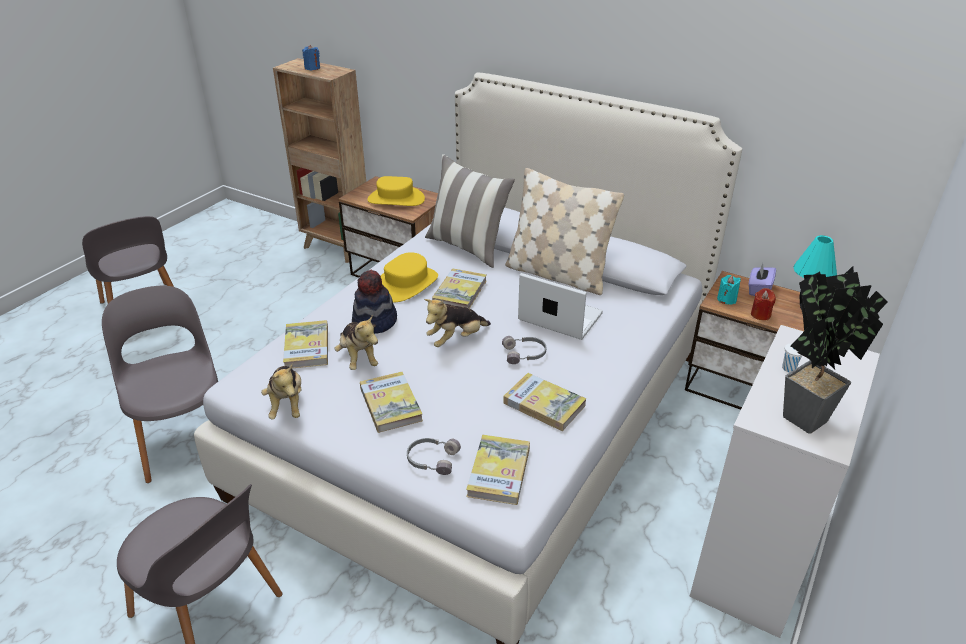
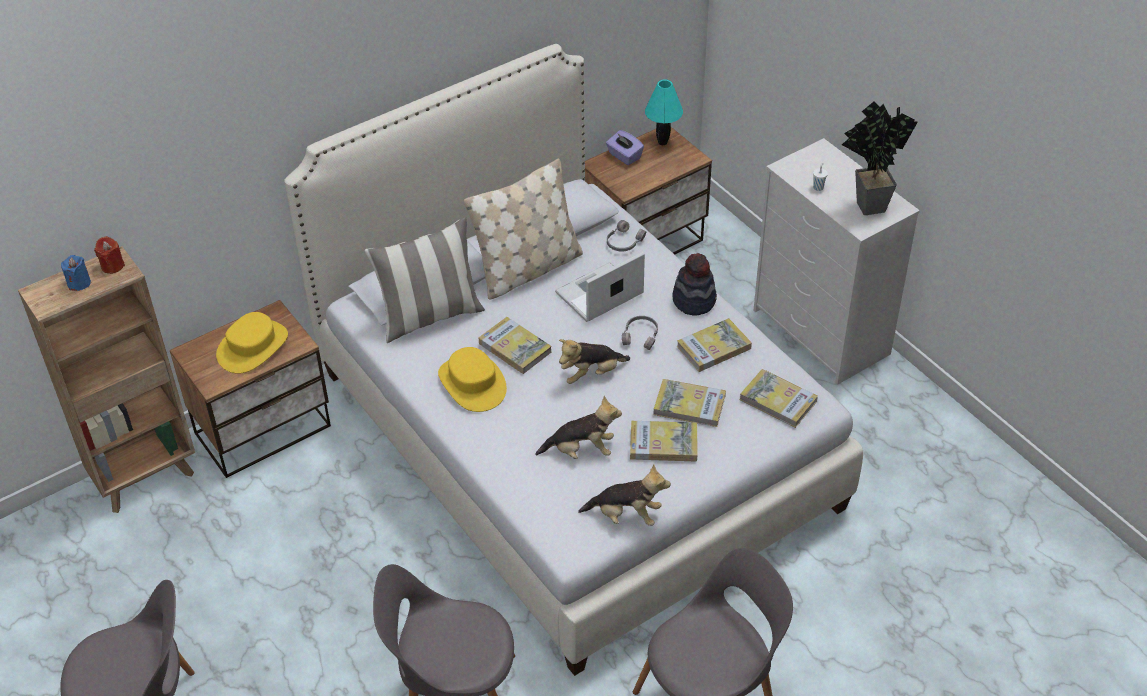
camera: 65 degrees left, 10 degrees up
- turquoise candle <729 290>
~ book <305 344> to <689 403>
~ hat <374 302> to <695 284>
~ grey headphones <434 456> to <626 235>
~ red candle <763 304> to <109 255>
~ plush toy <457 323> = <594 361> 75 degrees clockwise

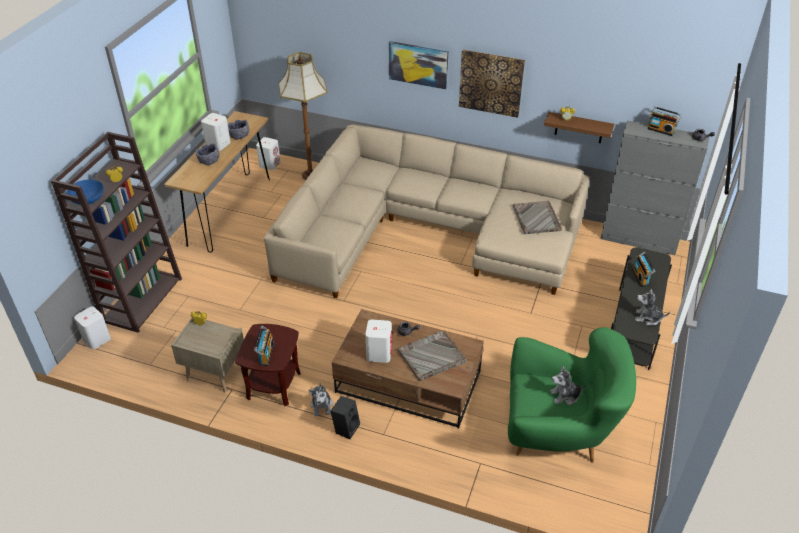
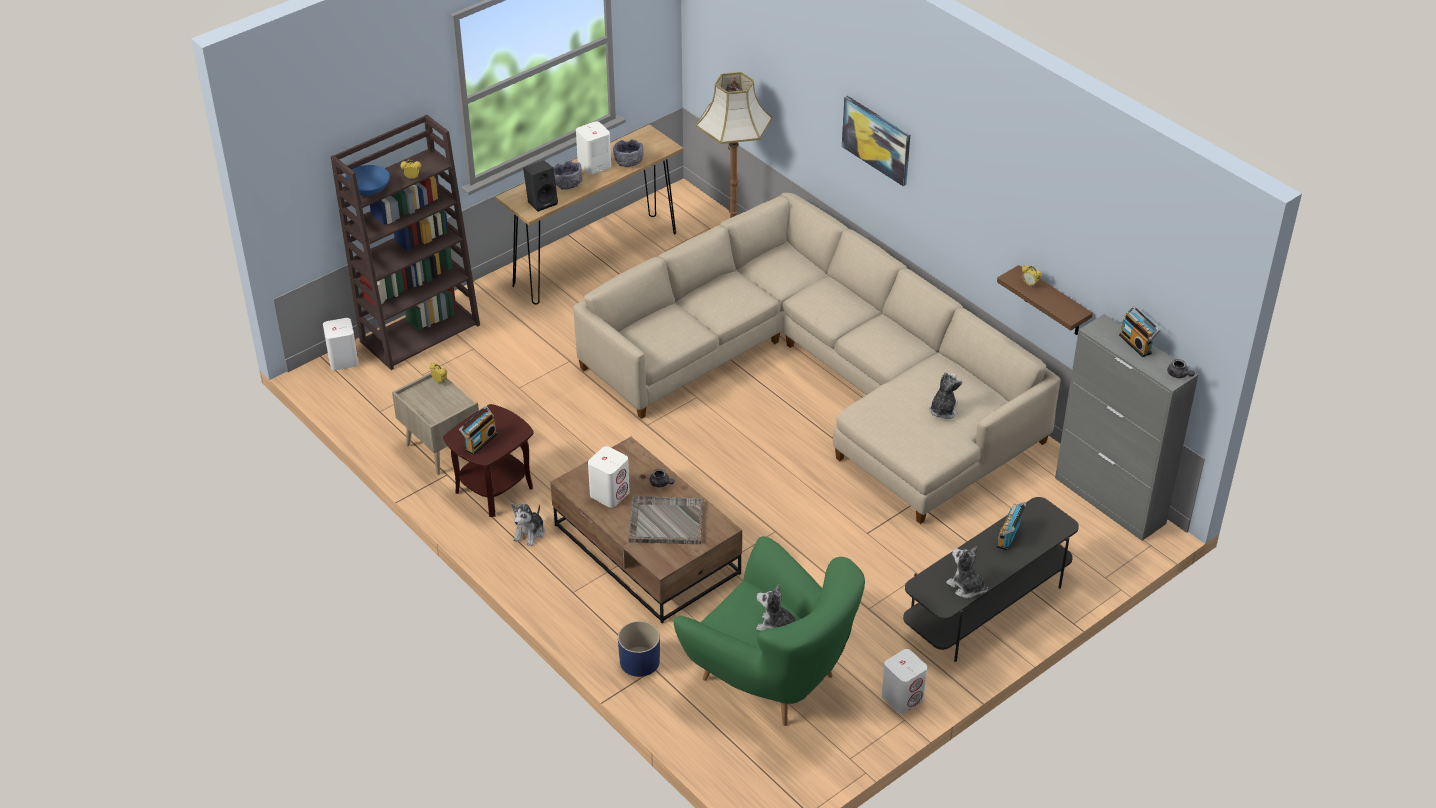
camera: 30 degrees right, 0 degrees up
- picture <492 84>
+ blue planter <639 649>
~ white speaker <268 153> to <904 681>
~ black speaker <345 417> to <540 186>
~ grey tray <537 217> to plush toy <945 395>

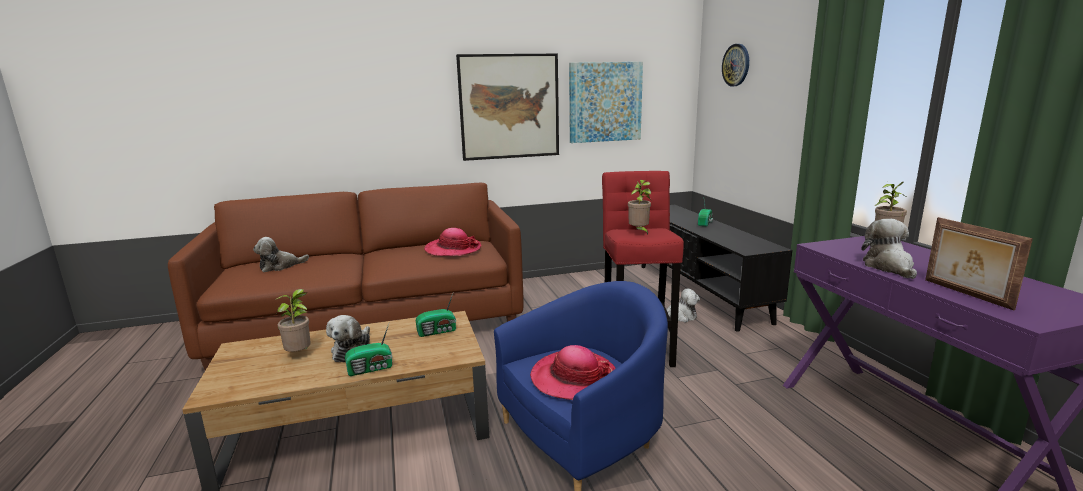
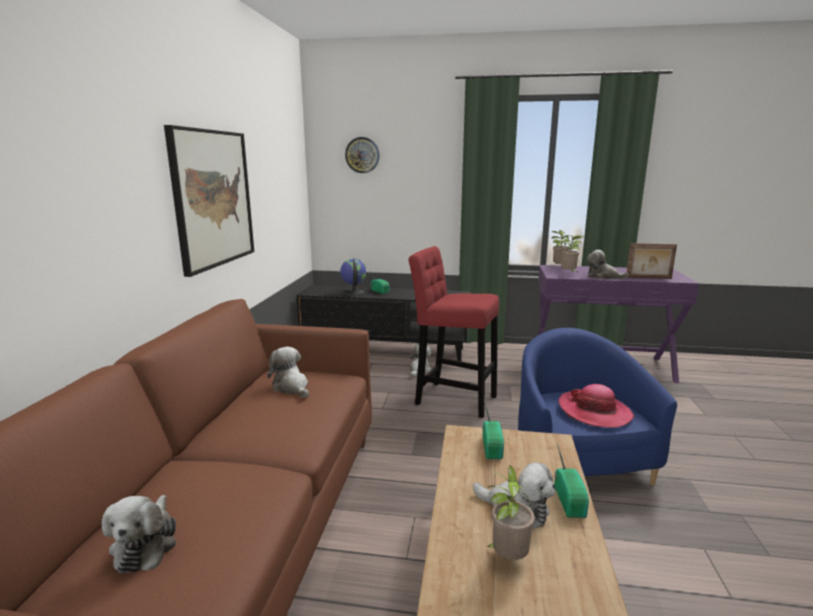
camera: 65 degrees left, 0 degrees up
- picture <606 102>
+ globe <353 276>
~ potted plant <639 207> to <572 253>
~ hat <452 242> to plush toy <288 372>

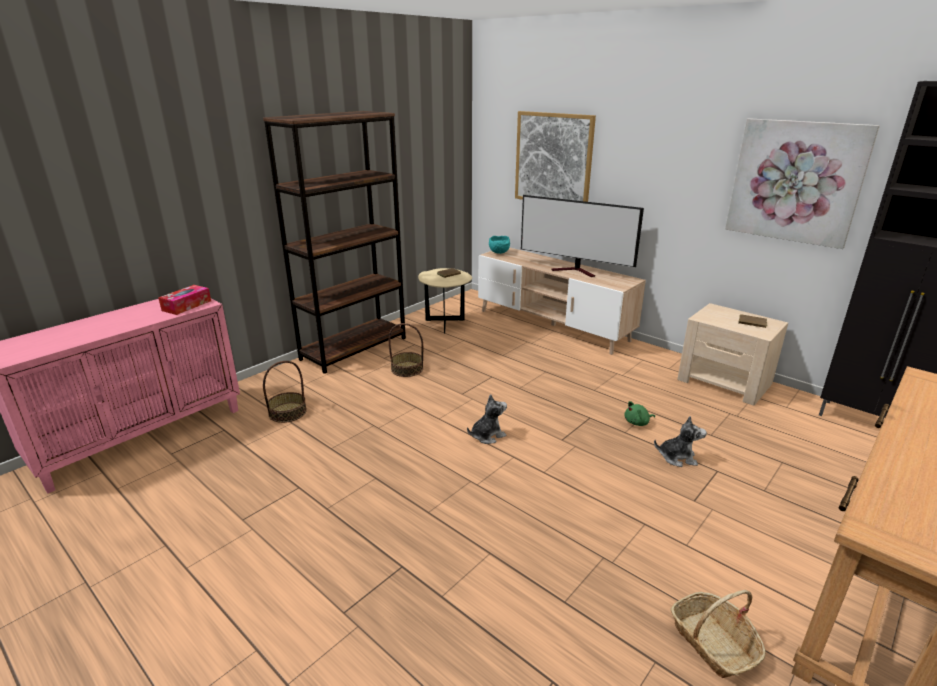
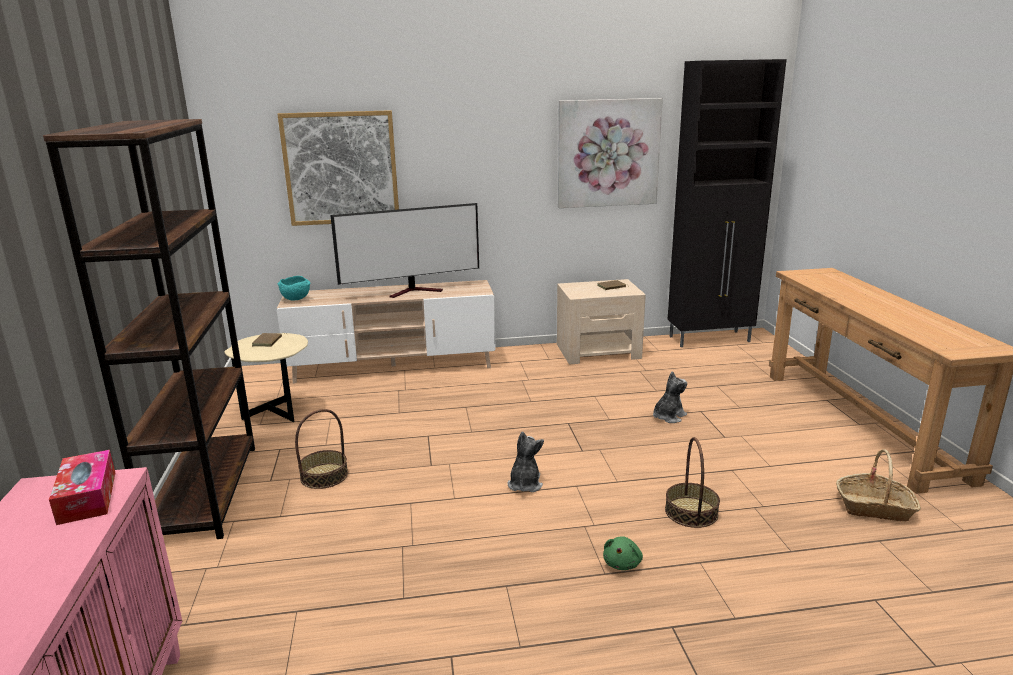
camera: 50 degrees left, 5 degrees down
~ basket <285 392> to <692 482>
~ green plush toy <639 413> to <623 553>

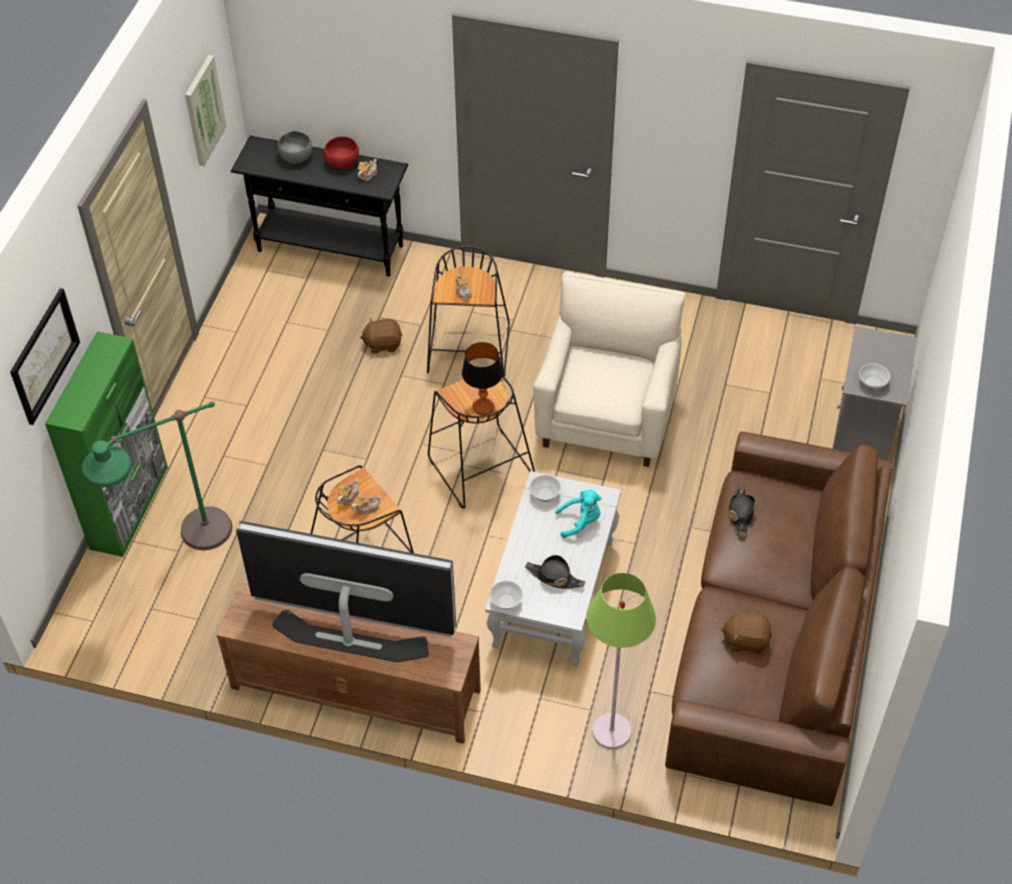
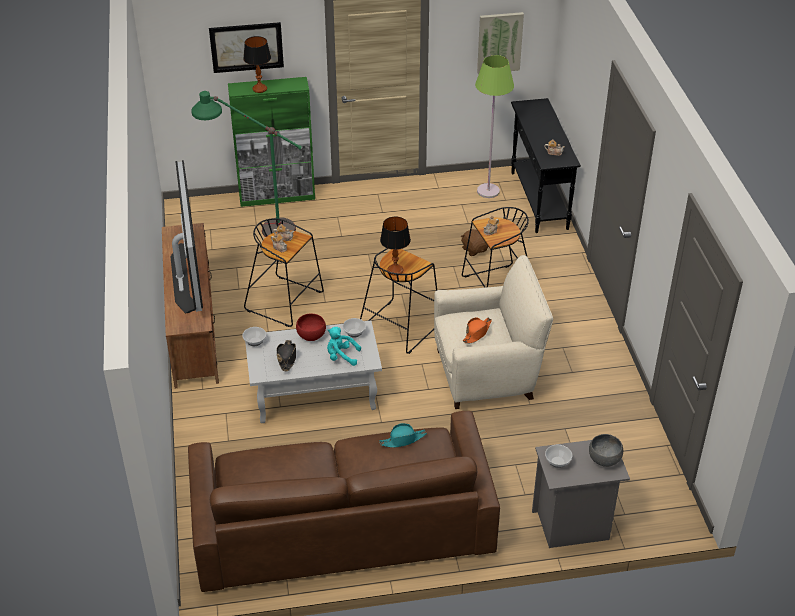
camera: 65 degrees right, 10 degrees down
- brown plush toy <746 631>
+ table lamp <257 64>
+ orange hat <477 330>
~ grey bowl <294 147> to <606 450>
~ red bowl <341 153> to <311 327>
~ green floor lamp <621 661> to <494 126>
~ black hat <742 511> to turquoise hat <403 435>
~ turquoise plush toy <578 513> = <344 346> 135 degrees clockwise

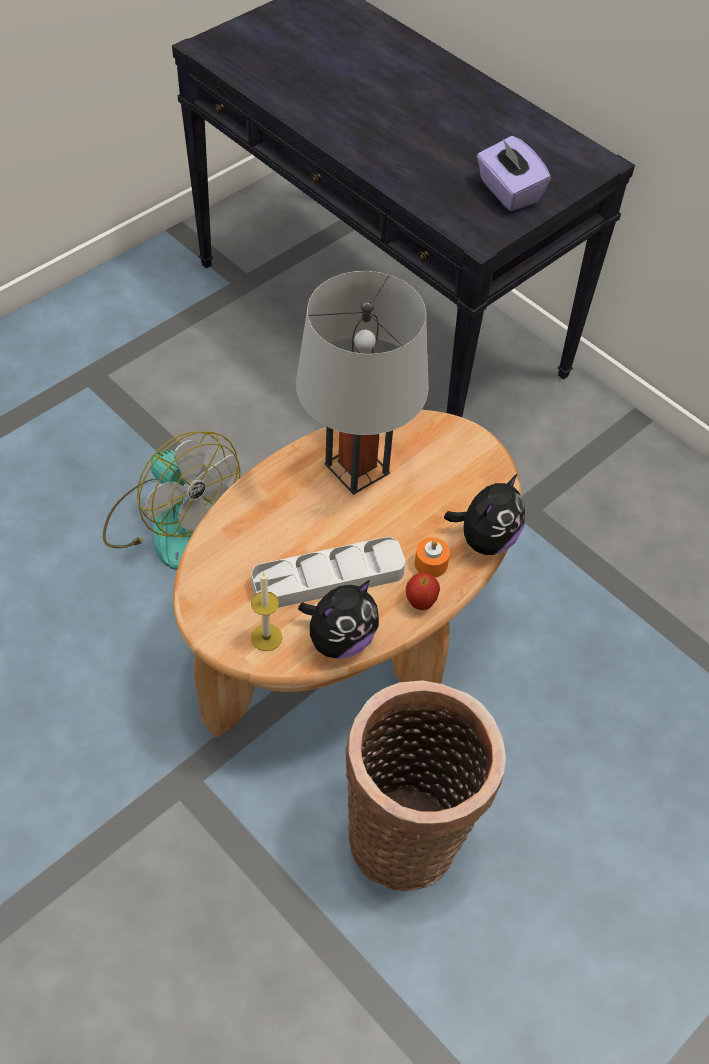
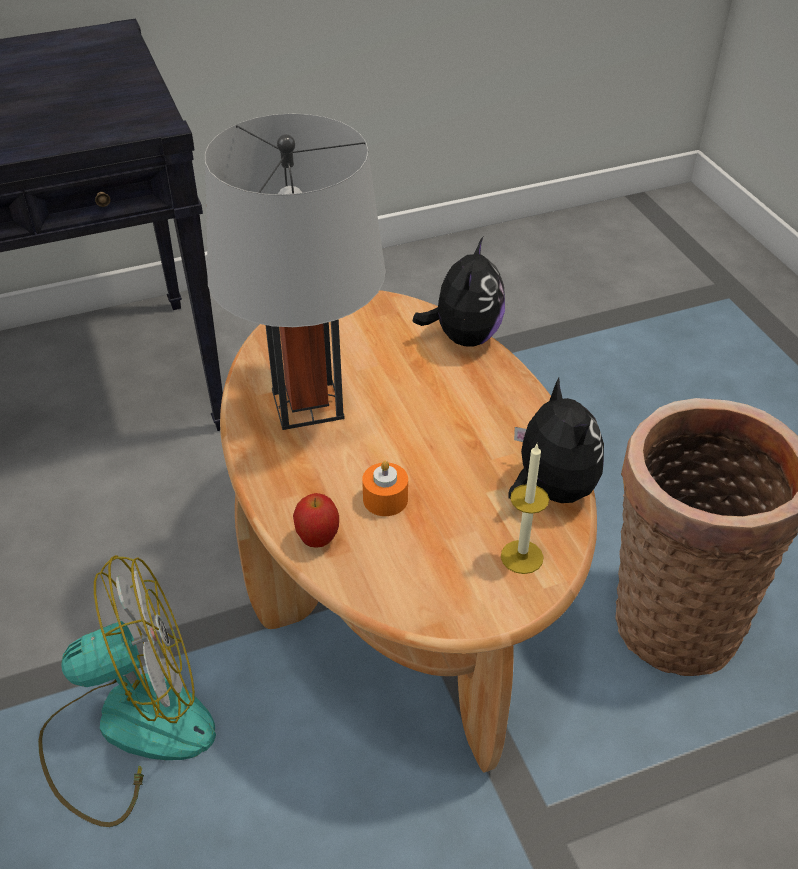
camera: 65 degrees left, 10 degrees down
- grey tray <328 572>
- purple tissue box <514 173>
~ apple <423 591> to <316 520>
~ orange candle <432 558> to <385 488>
~ plush toy <484 514> = <458 291> 45 degrees clockwise

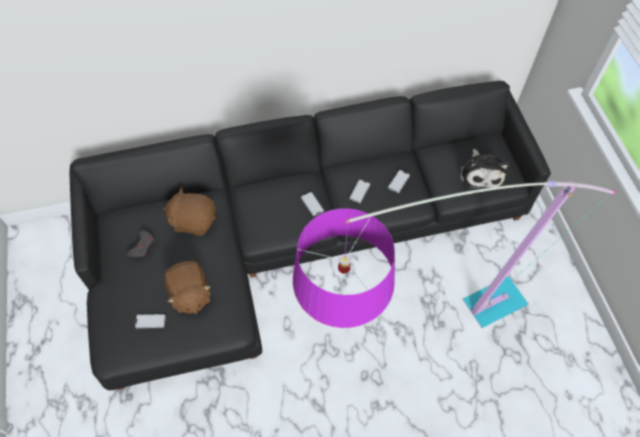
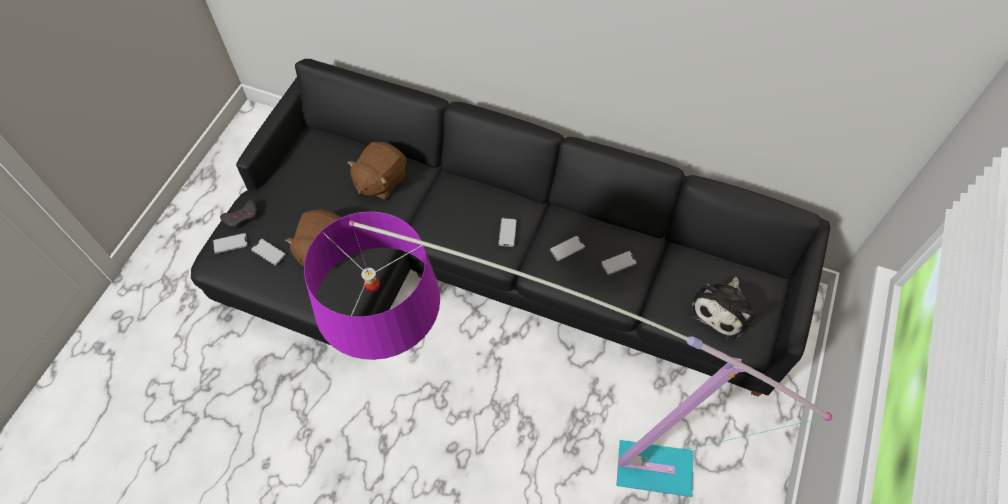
camera: 35 degrees right, 0 degrees up
+ phone <230 243>
~ grey game controller <140 243> to <238 214>
~ brown plush toy <189 211> = <376 171> 105 degrees counterclockwise

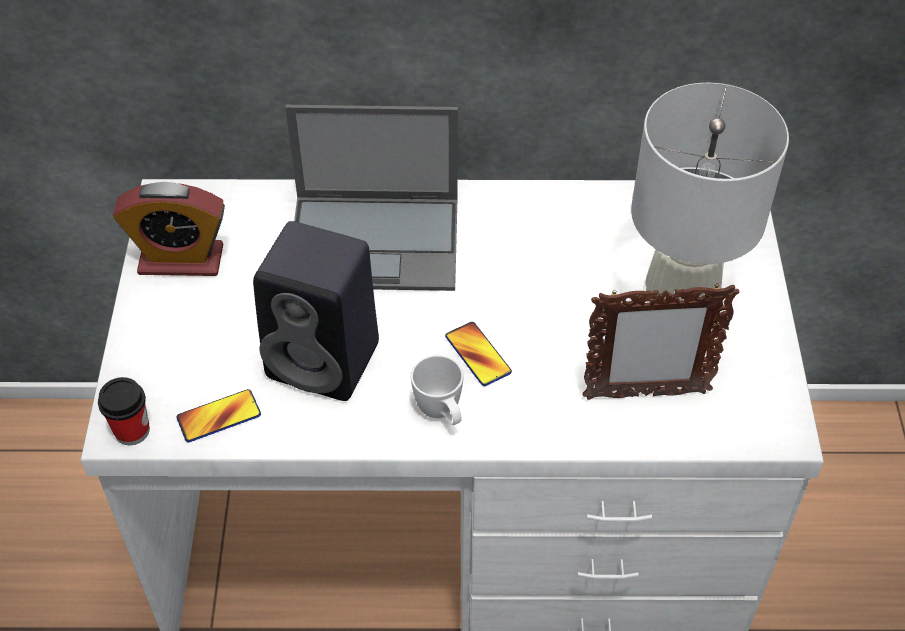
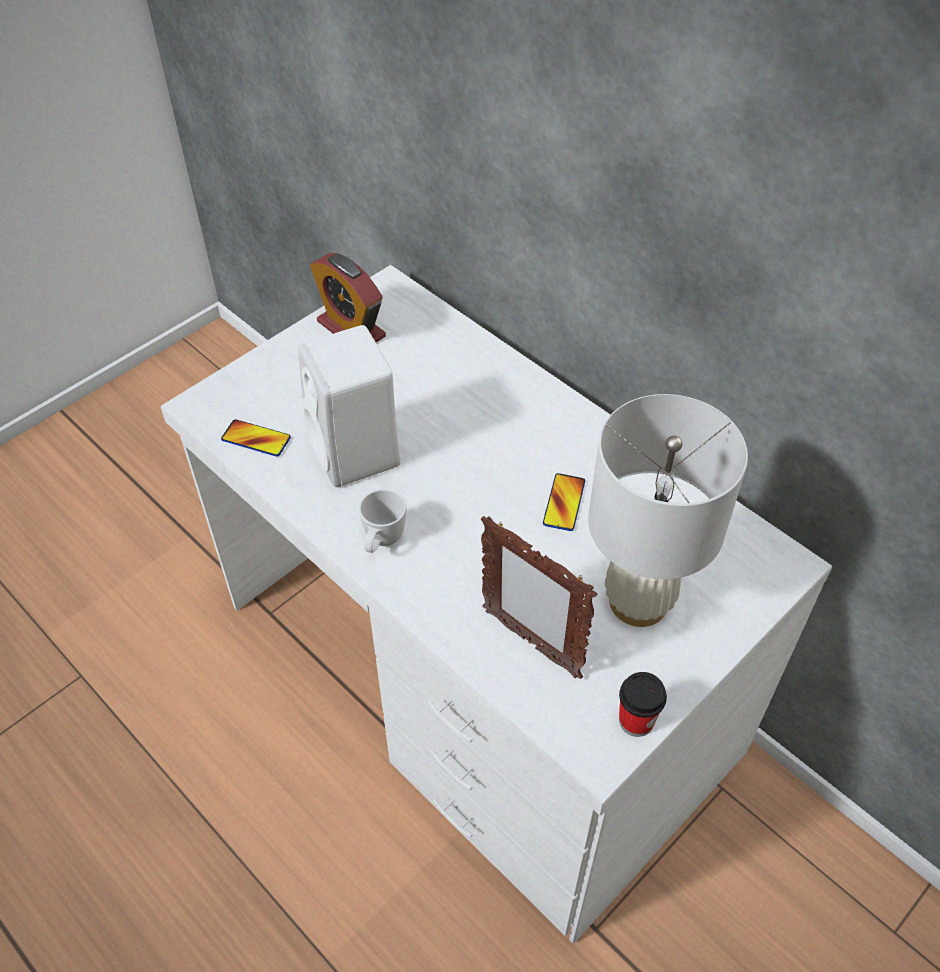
camera: 45 degrees right, 0 degrees up
- laptop <371 198>
~ cup <124 411> to <643 704>
~ phone <478 354> to <564 502>
~ black speaker <316 311> to white speaker <349 406>

